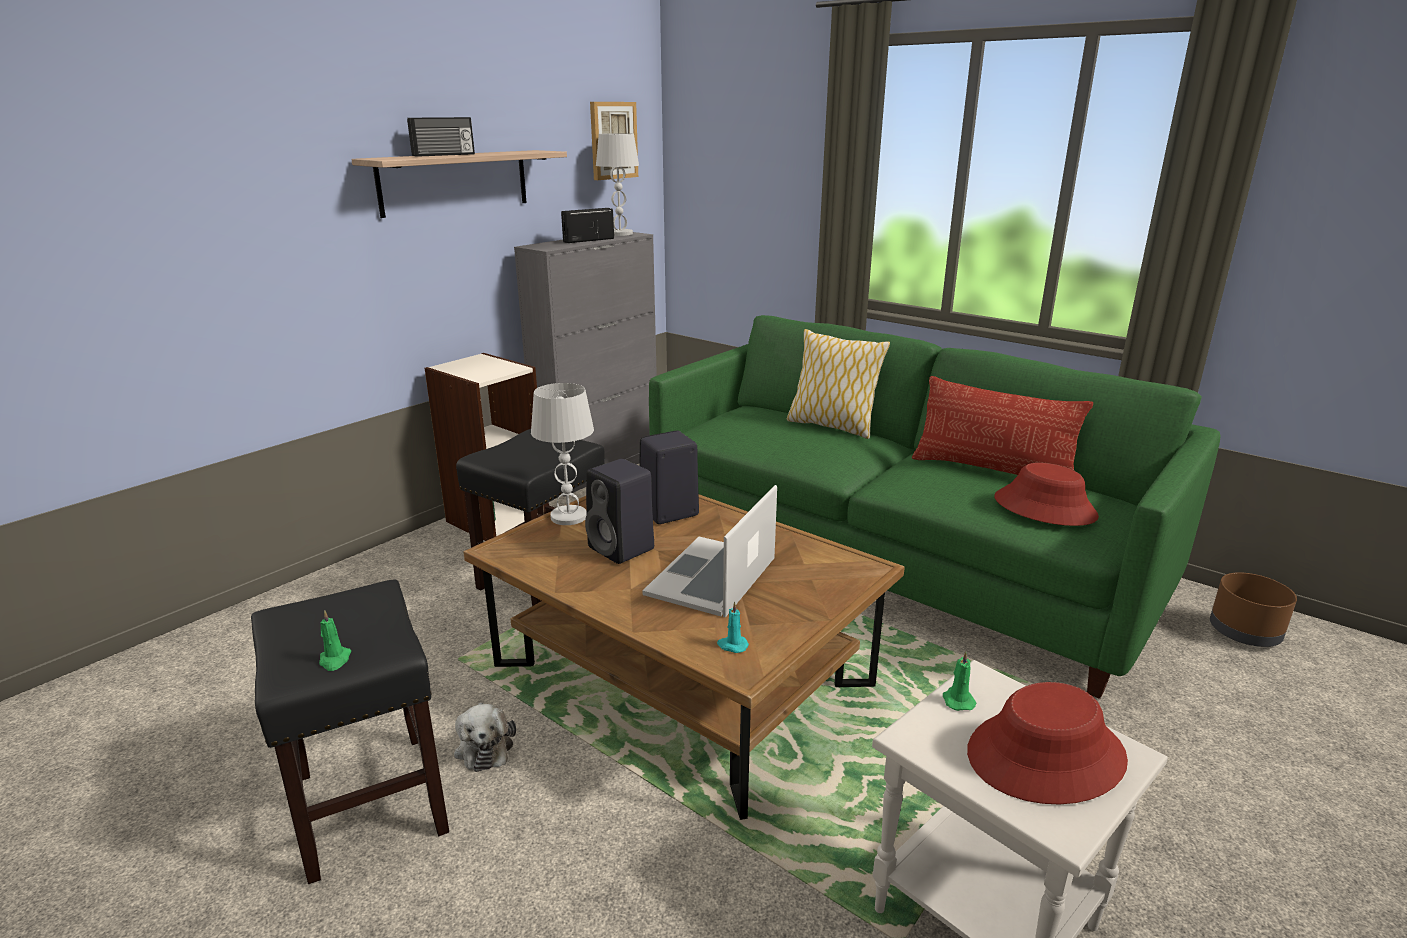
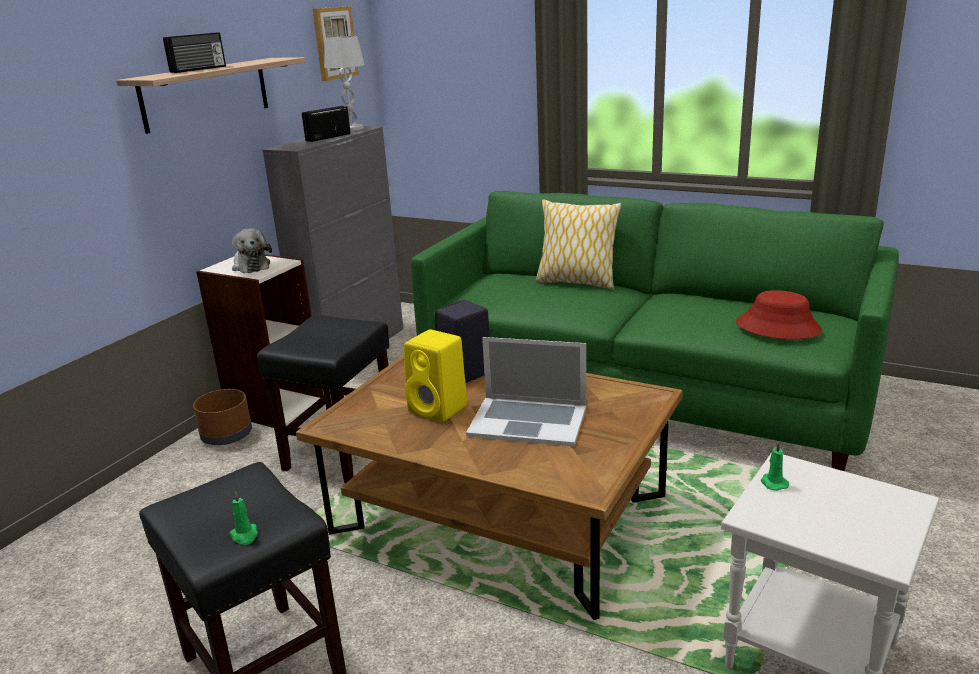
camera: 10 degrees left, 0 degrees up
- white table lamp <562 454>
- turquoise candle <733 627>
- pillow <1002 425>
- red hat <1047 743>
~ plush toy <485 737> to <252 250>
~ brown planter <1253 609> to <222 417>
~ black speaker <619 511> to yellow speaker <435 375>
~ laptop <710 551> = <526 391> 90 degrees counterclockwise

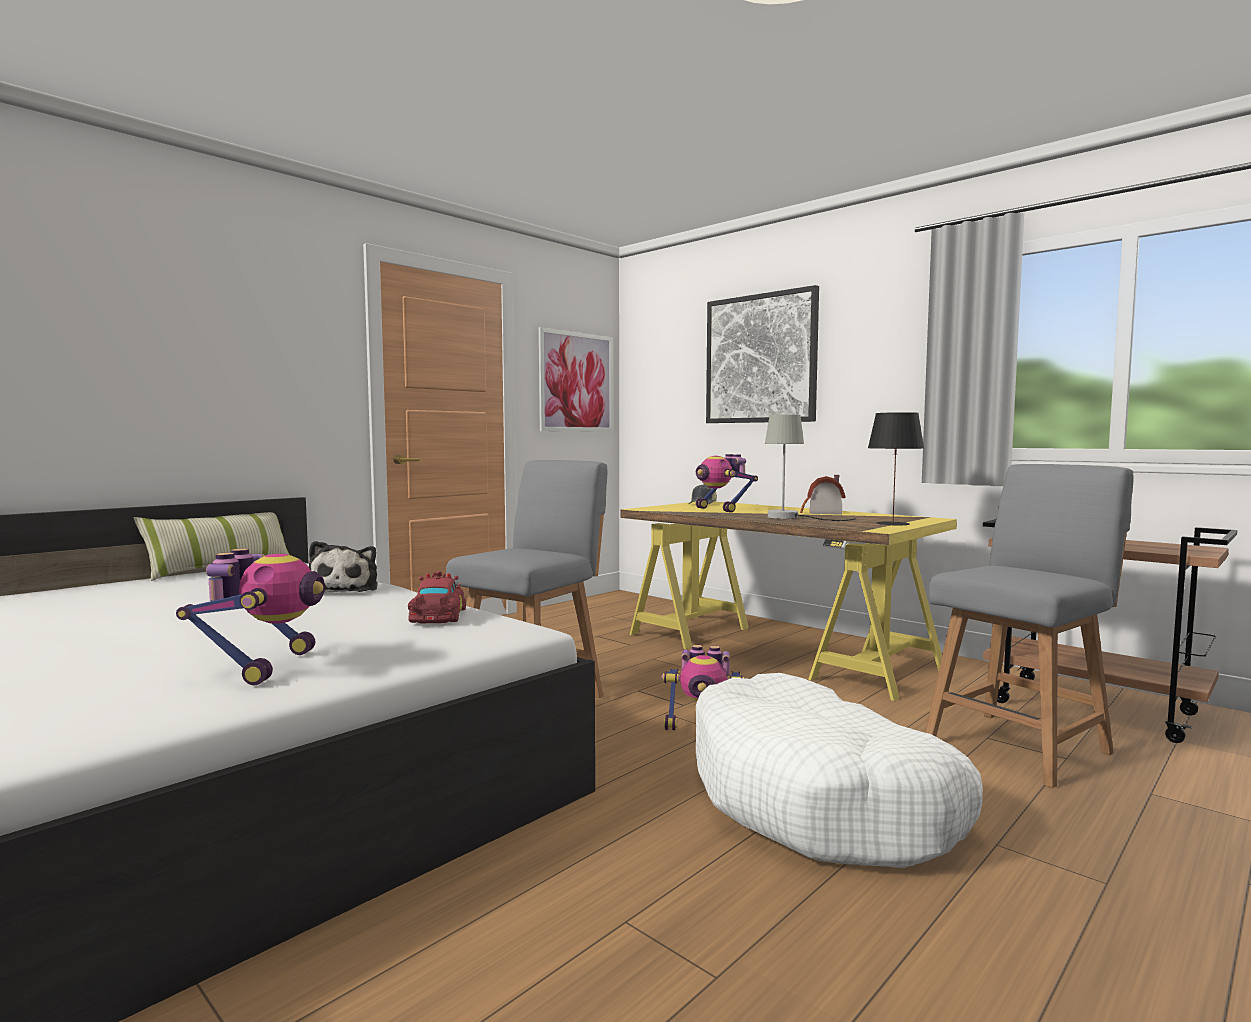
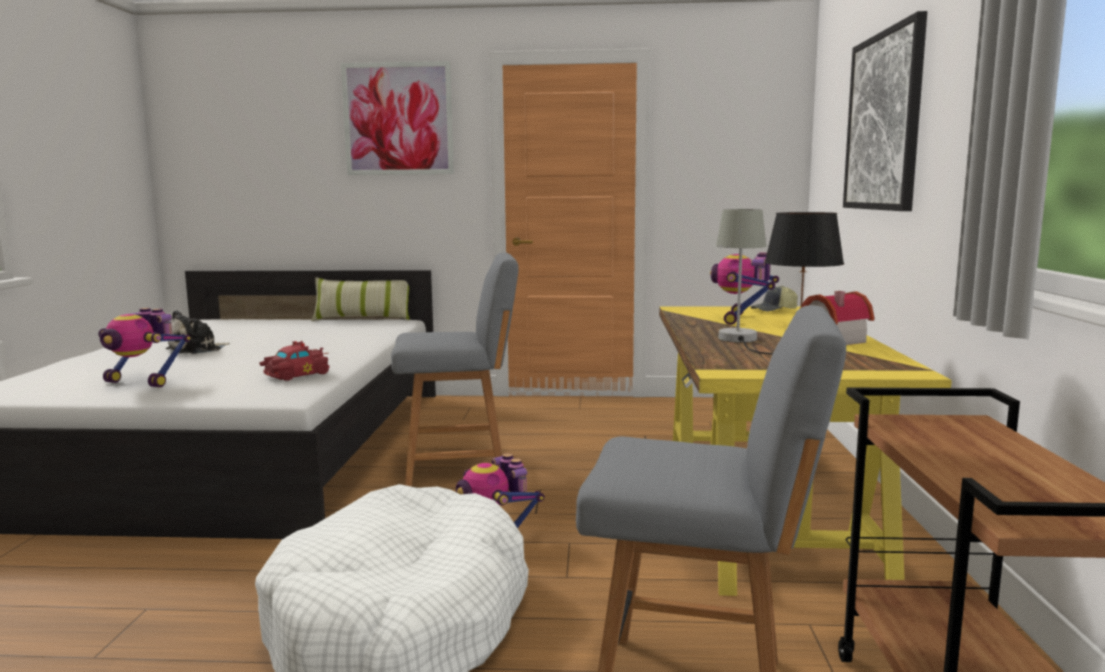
camera: 50 degrees right, 5 degrees up
~ plush toy <343 567> to <198 332>
~ picture <575 379> to <397 118>
~ toy robot <250 616> = <144 347> 60 degrees clockwise

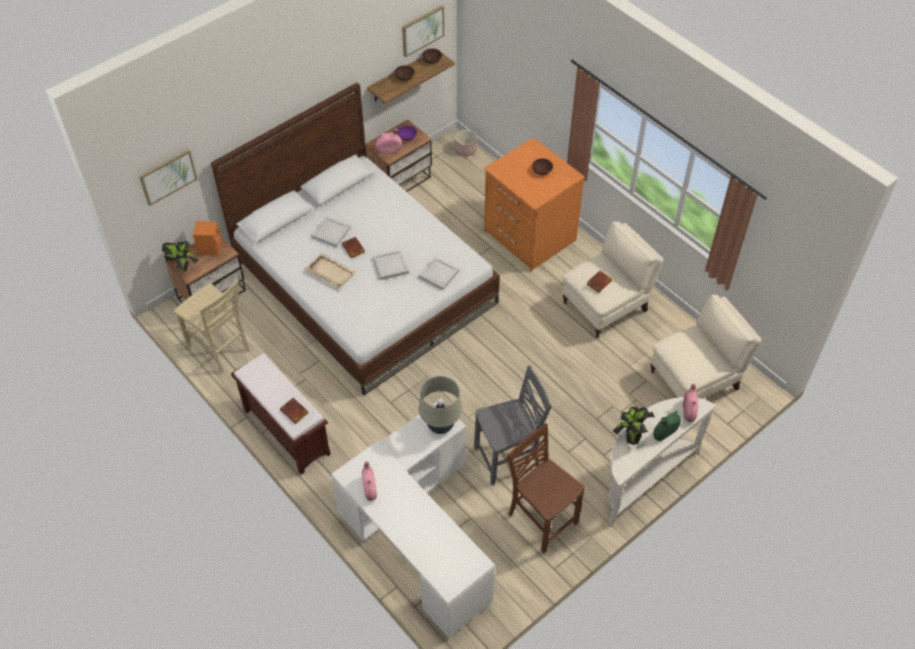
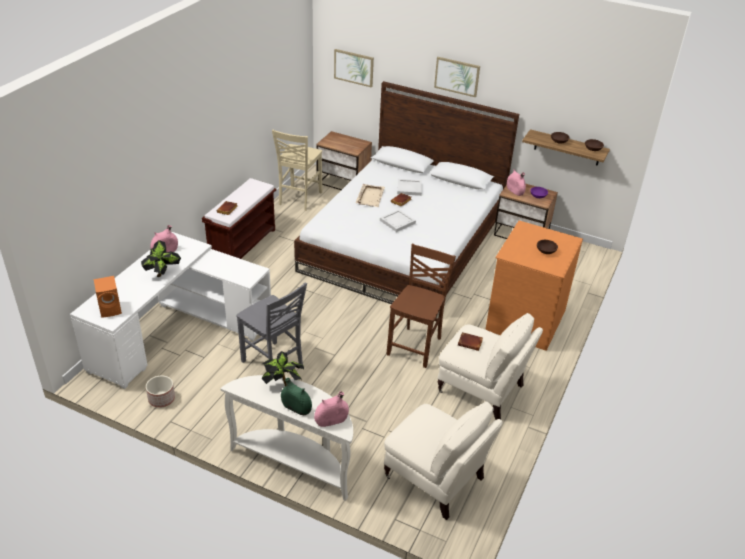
camera: 65 degrees right, 15 degrees down
- white tray <438 273>
- beige table lamp <440 405>
~ potted plant <180 256> to <161 258>
~ orange speaker <207 238> to <108 297>
~ picture <423 31> to <457 77>
~ planter <466 143> to <160 392>
~ brown chair <546 488> to <421 306>

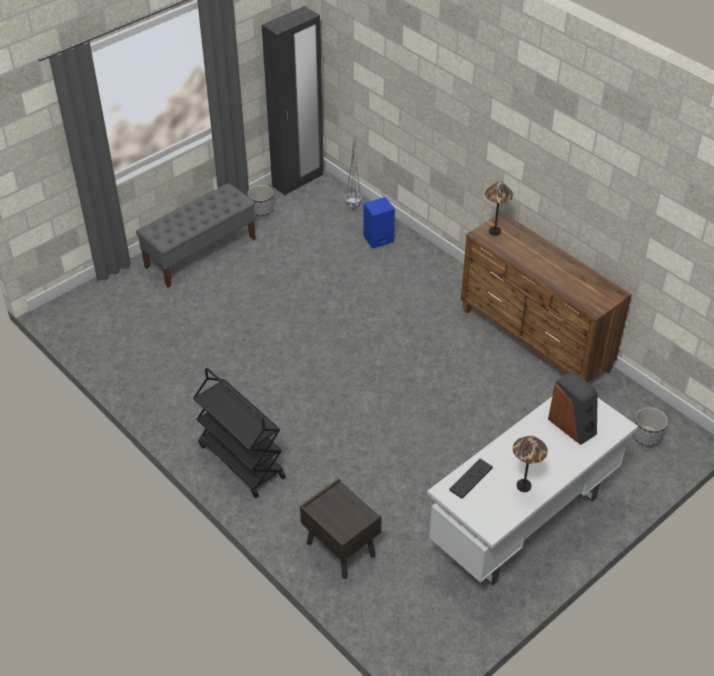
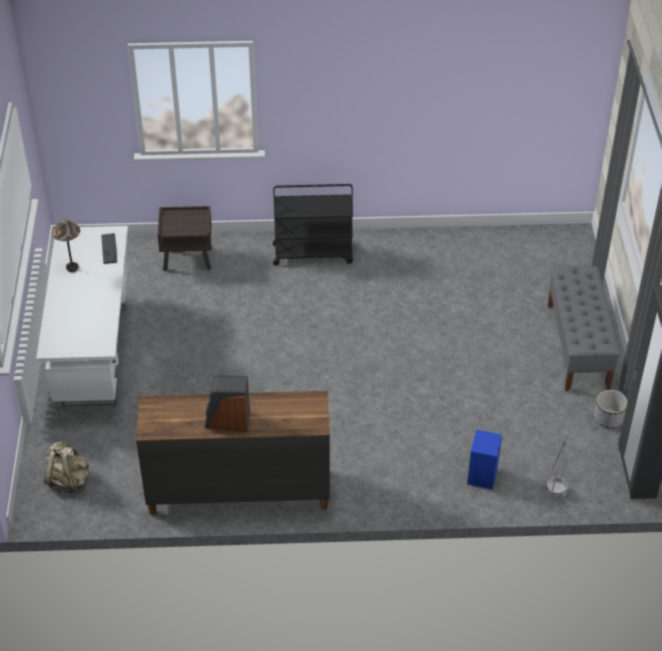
camera: 130 degrees right, 0 degrees up
- table lamp <499 208>
~ speaker <573 408> to <227 403>
~ planter <650 426> to beige backpack <66 468>

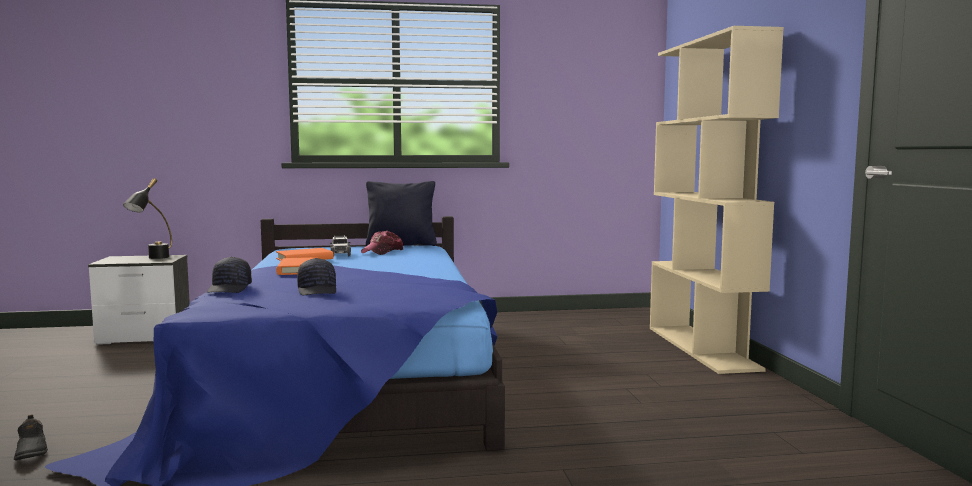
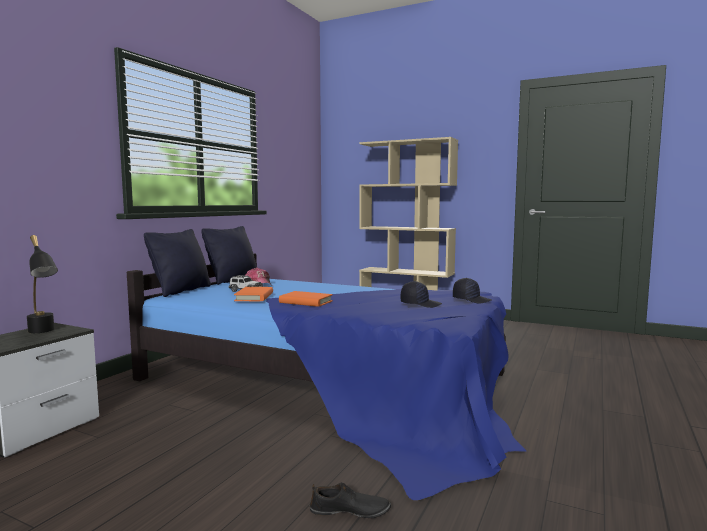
camera: 55 degrees left, 0 degrees up
+ black pillow <177 263>
~ black cap <229 275> to <472 290>

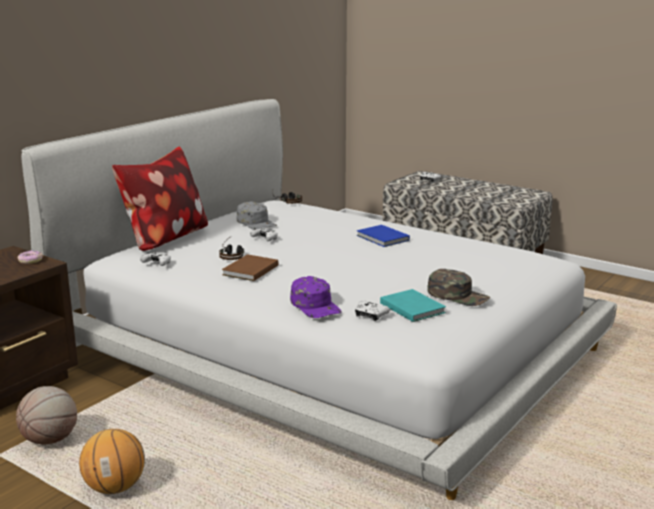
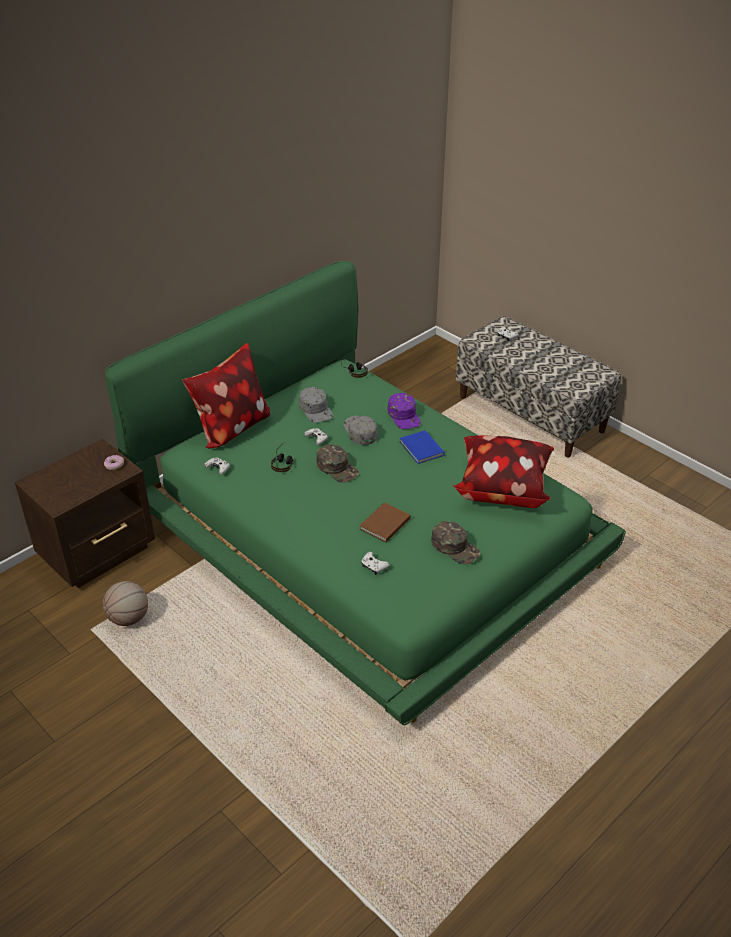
camera: 10 degrees right, 20 degrees up
- basketball <112 461>
- turquoise book <413 305>
+ green cap <337 463>
+ grey cap <361 430>
+ pillow <503 471>
~ brown book <250 267> to <385 522>
~ purple cap <316 297> to <404 411>
~ white bed <319 299> to green bed <365 493>

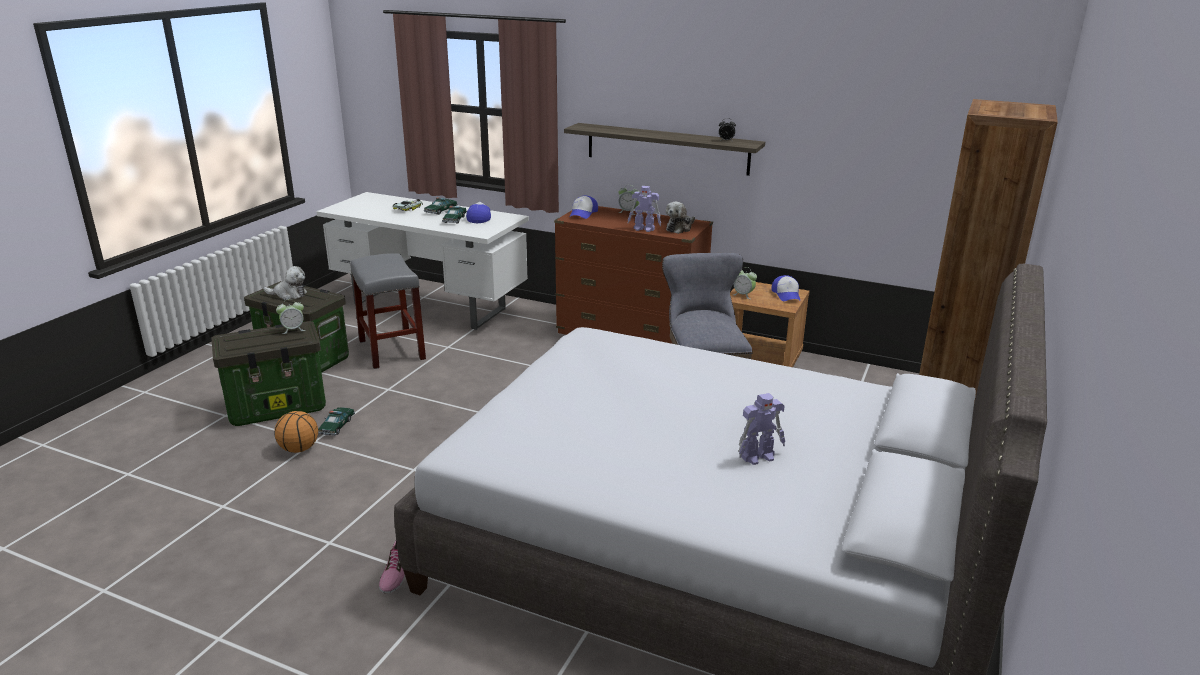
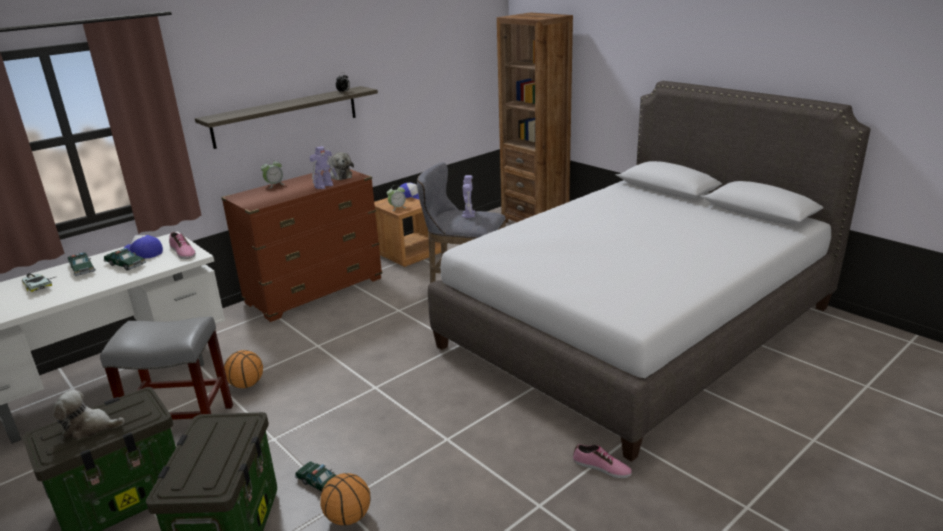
camera: 65 degrees left, 0 degrees up
- alarm clock <290 316>
- cap <584 207>
+ shoe <182 245>
+ basketball <243 369>
~ toy robot <761 429> to <468 196>
~ plush toy <285 283> = <89 415> 120 degrees counterclockwise

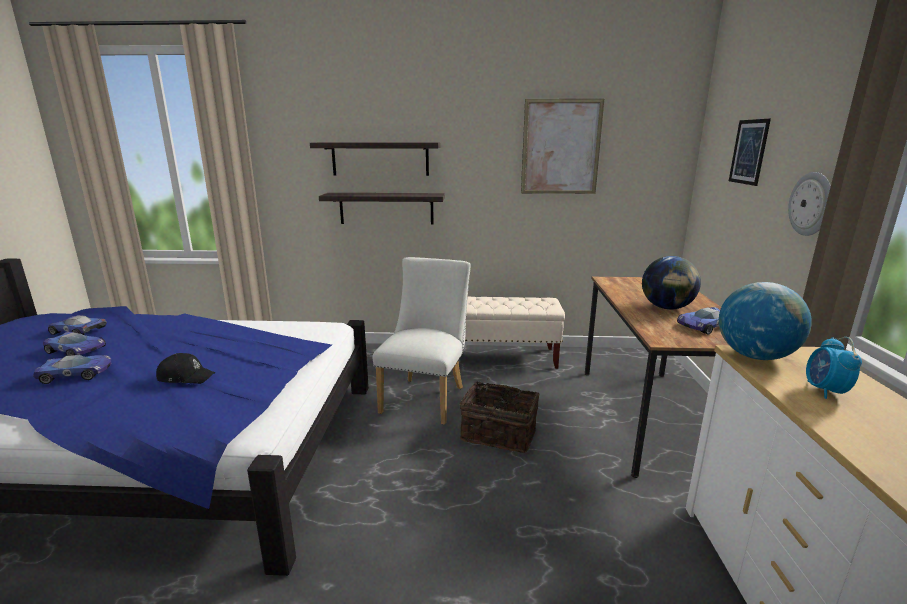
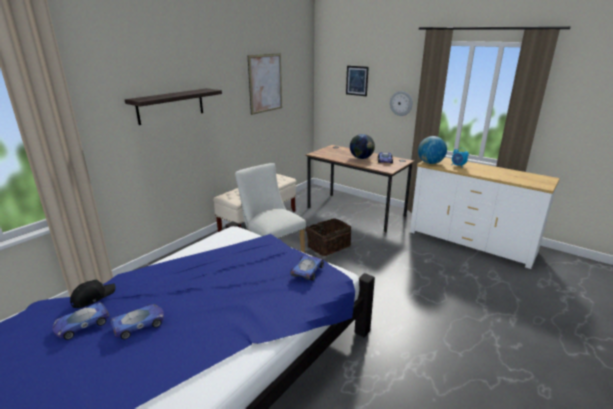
camera: 55 degrees left, 5 degrees up
- shelf <382 209>
~ toy car <72 369> to <307 268>
~ black cap <186 368> to <93 294>

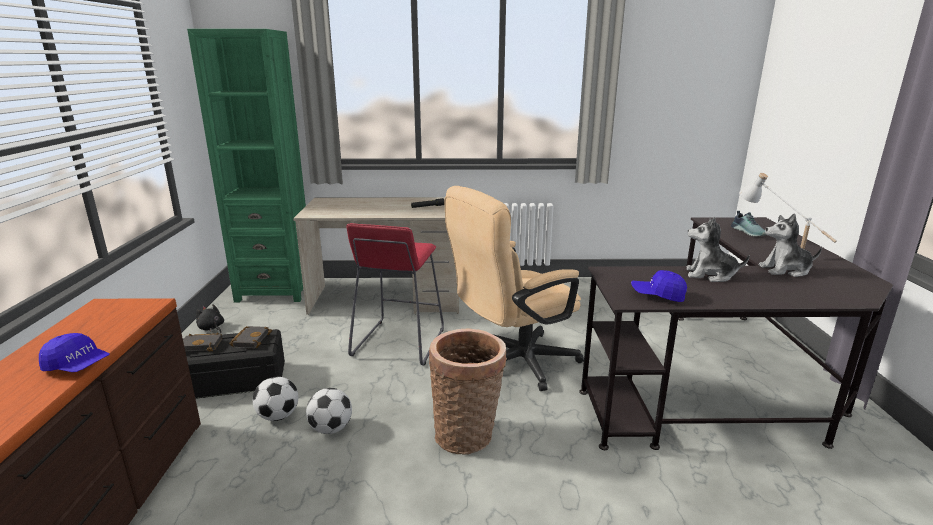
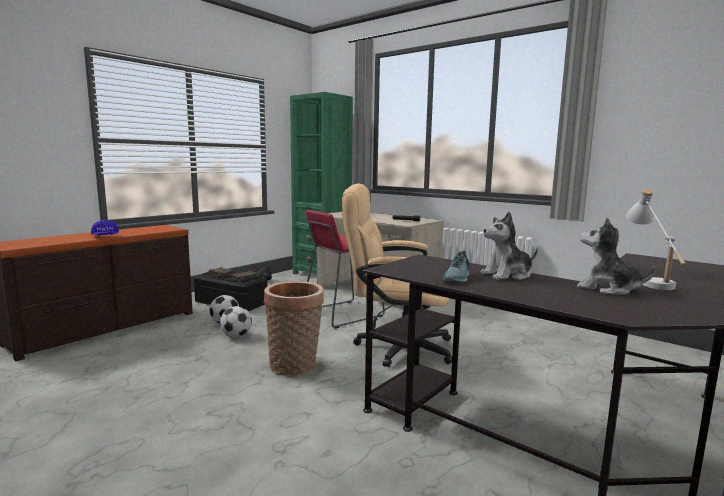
camera: 40 degrees right, 10 degrees down
- blue cap <659 286>
~ shoe <748 223> to <456 266>
~ plush toy <718 249> = <509 245> 75 degrees counterclockwise

